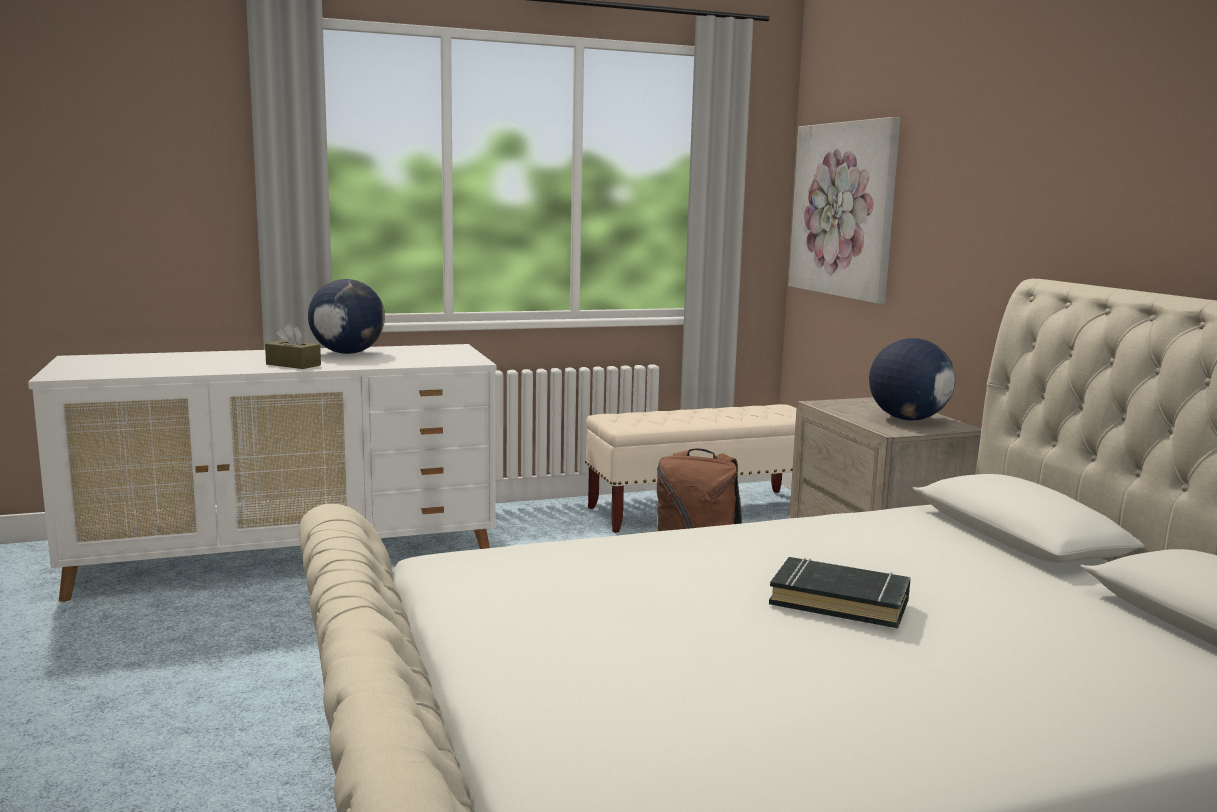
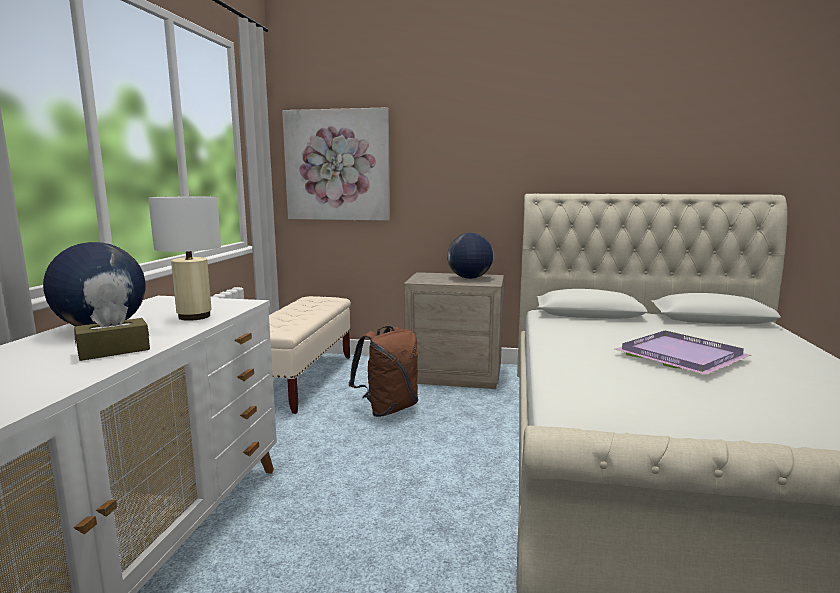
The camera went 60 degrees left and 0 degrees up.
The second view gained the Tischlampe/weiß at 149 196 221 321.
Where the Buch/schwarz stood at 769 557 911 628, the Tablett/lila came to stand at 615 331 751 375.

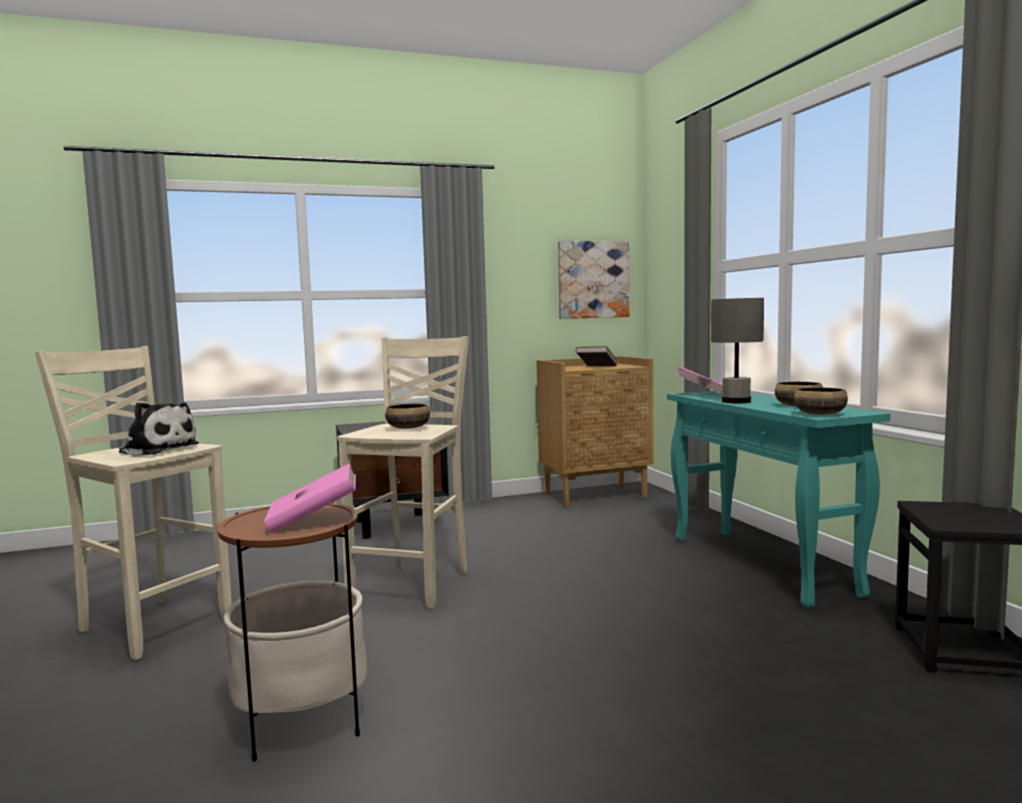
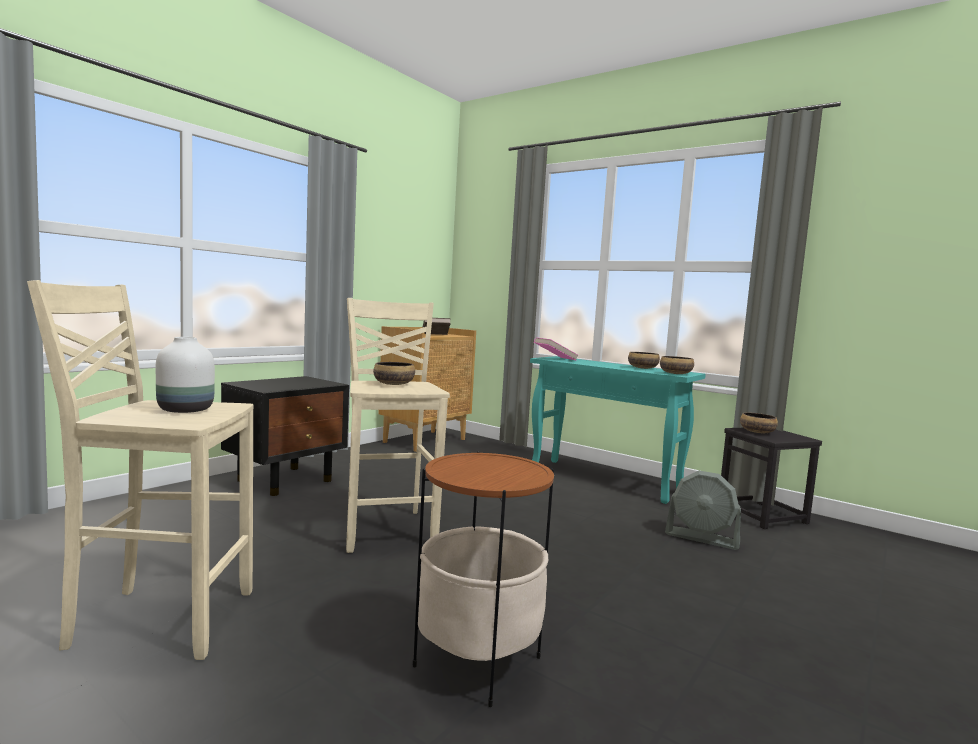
The camera went 35 degrees left and 0 degrees up.
Where the Plüschtier stood at 119 402 199 456, the Vase/weiß came to stand at 156 337 215 413.
The second view gained the Ventilator/grau at 665 471 741 550.
The second view gained the Schüssel at 740 412 778 433.
The second view lost the Buch/rosa at 264 463 356 533.
The second view lost the Bild at 558 241 629 319.
The second view lost the Tischlampe/grau at 711 298 764 403.

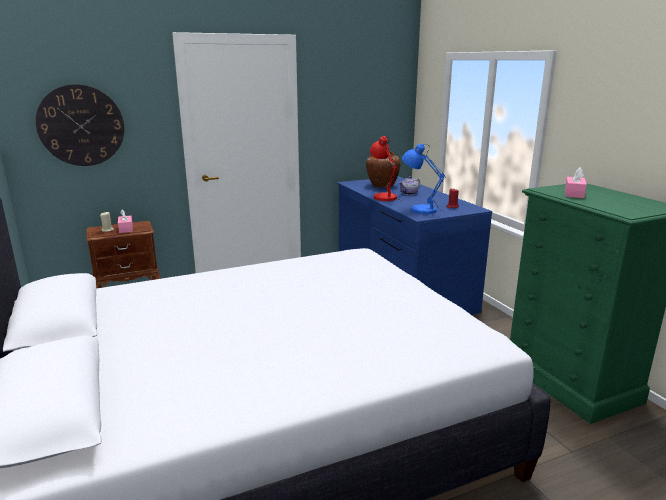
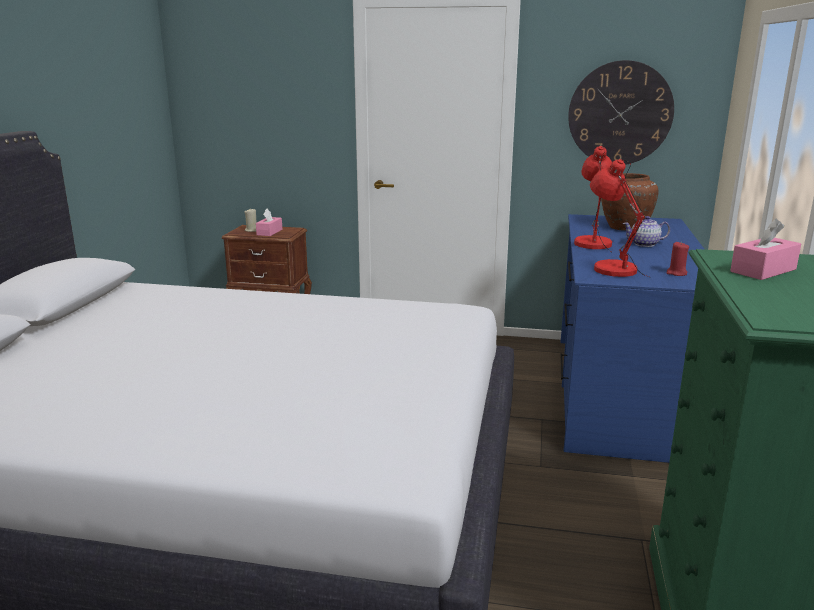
The camera went 35 degrees right and 0 degrees up.
The Wanduhr ended up elsewhere, having gone from 36 84 124 166 to 568 60 674 165.
What was the Tischlampe/blau at 402 144 445 214 turned into the Tischlampe/rot at 590 159 651 278.

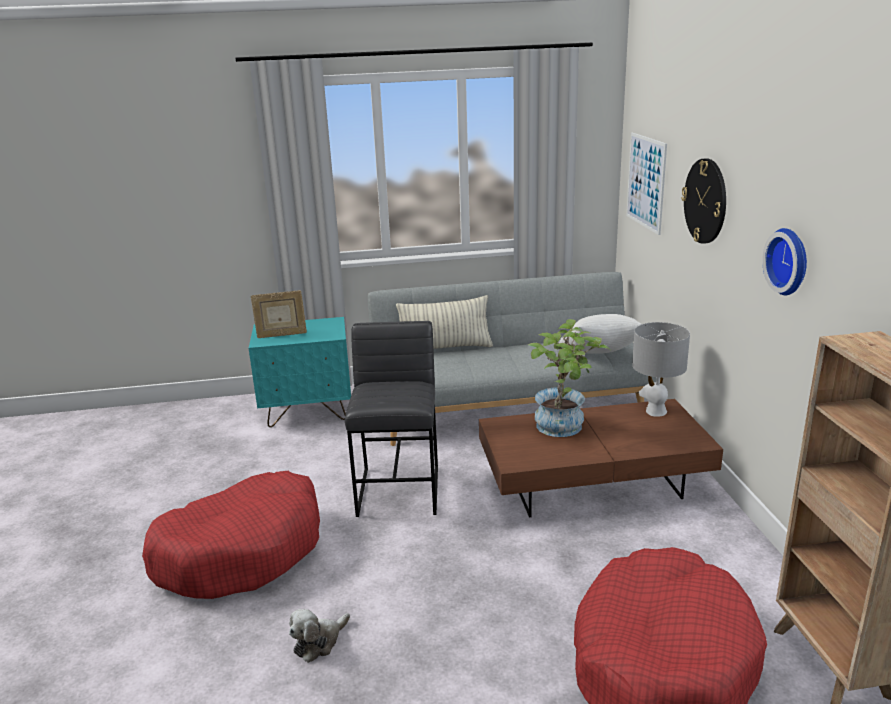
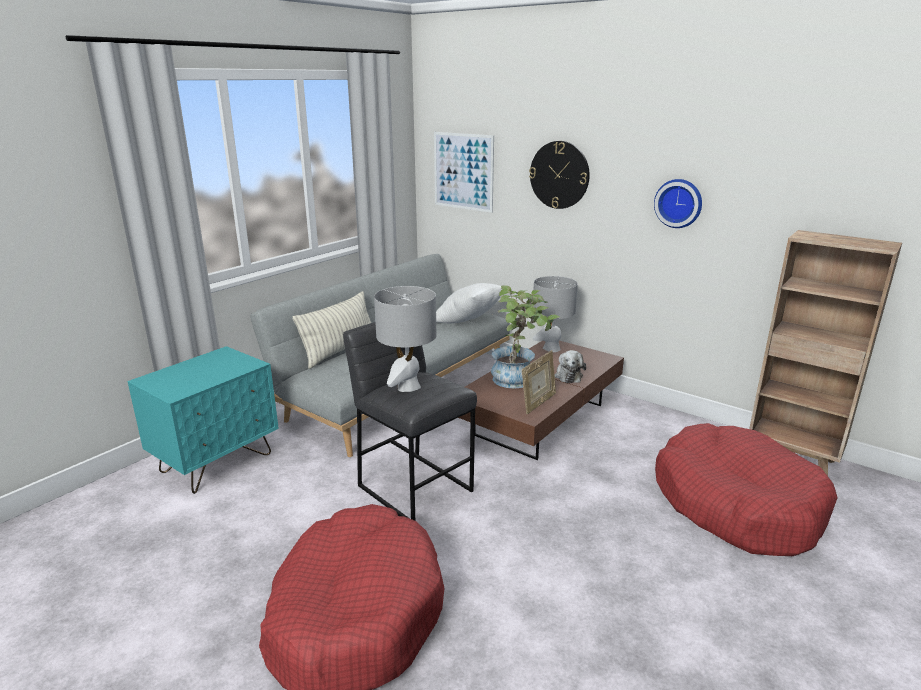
The camera went 45 degrees left and 0 degrees up.
The second view gained the Tischlampe/grau at 374 286 436 392.
The Bilderrahmen ended up elsewhere, having gone from 251 290 307 338 to 522 350 556 414.
The Plüschtier ended up elsewhere, having gone from 289 609 350 663 to 555 350 586 383.

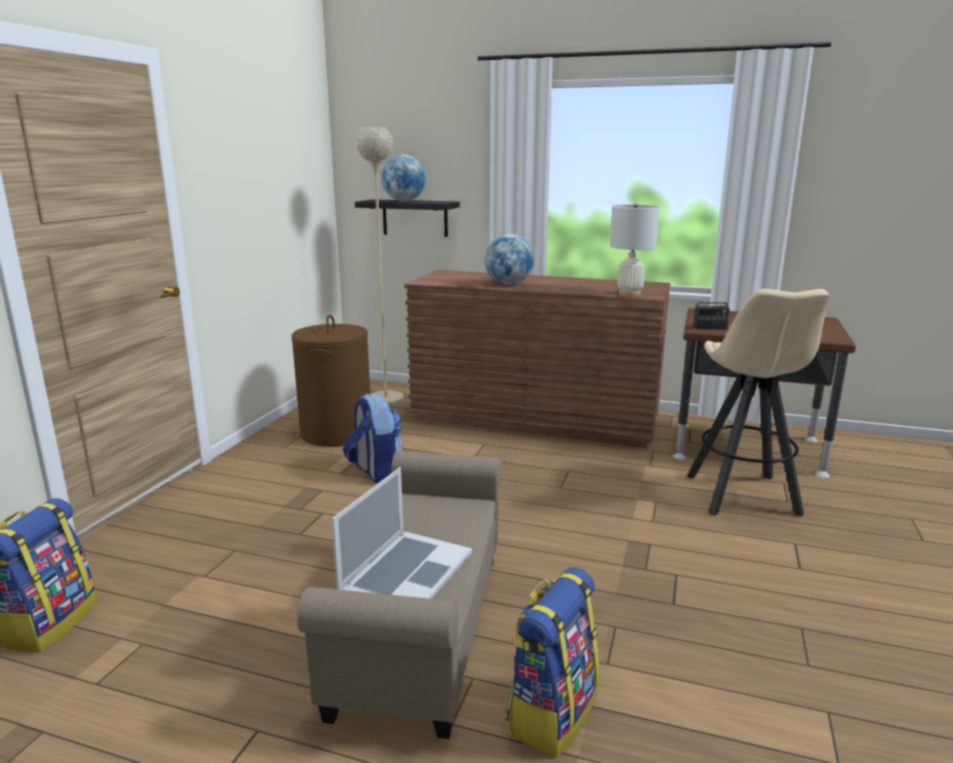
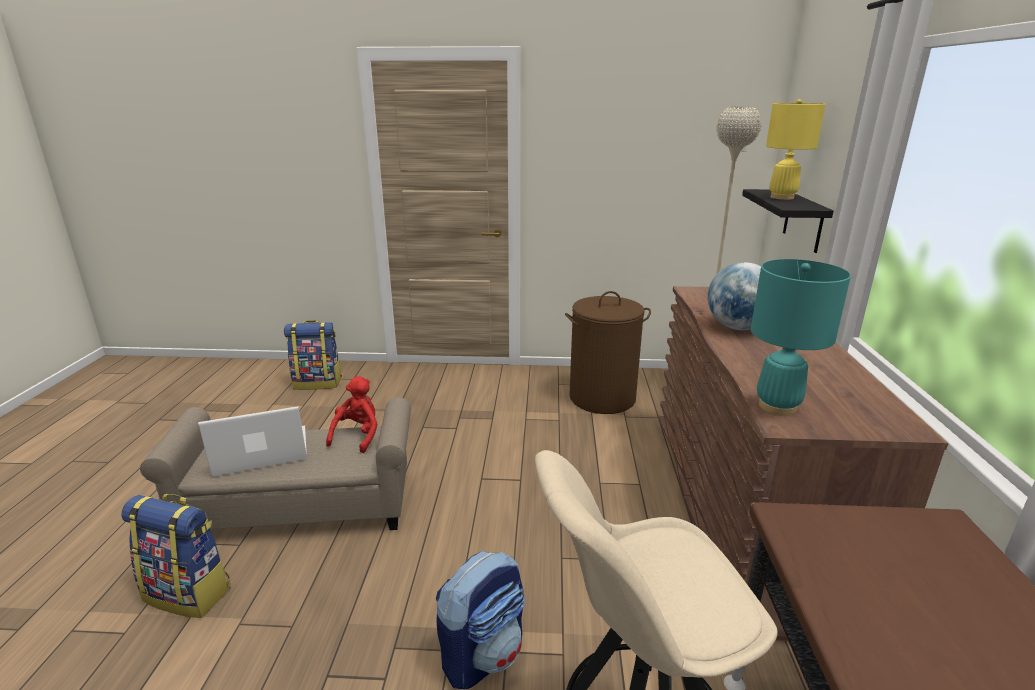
The camera went 75 degrees right and 5 degrees up.
The Laptop at 332 467 472 599 ended up facing another way, 150 degrees clockwise from before.
The second view gained the Plüschtier/rot at 326 376 378 453.
The Rucksack ended up elsewhere, having gone from 343 394 403 483 to 436 551 525 690.
What was the Tischlampe/weiß at 610 202 660 296 turned into the Tischlampe/türkis at 751 259 851 416.
Where the Globus stood at 381 155 426 201, the Tischlampe/gelb came to stand at 766 99 826 200.
The second view lost the Radio at 694 288 730 330.

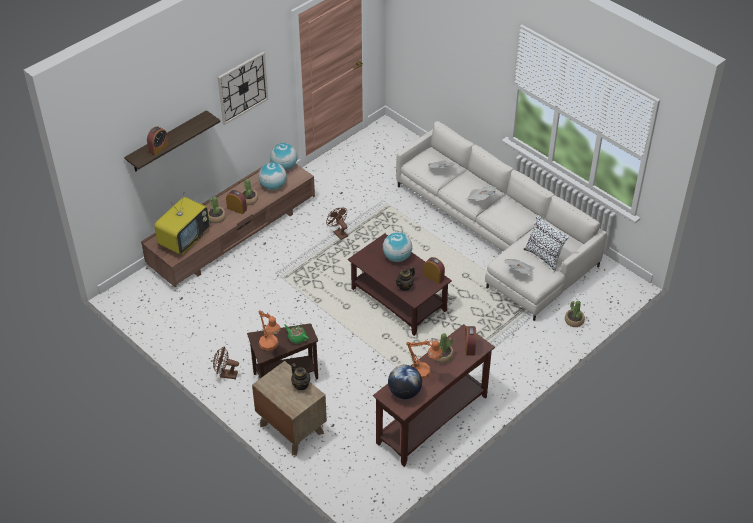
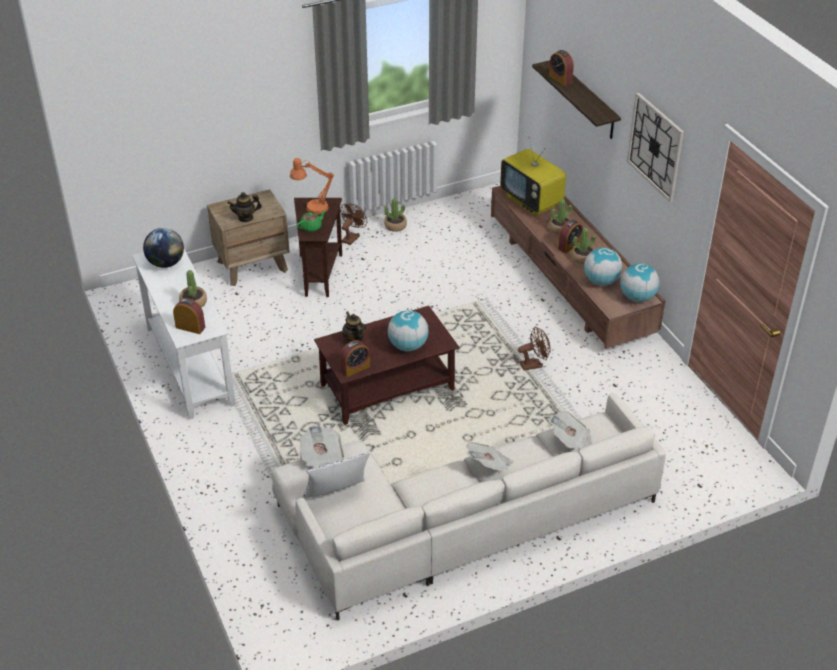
The camera went 110 degrees right and 5 degrees down.
What was the Konsolentisch/braun at 373 324 495 467 turned into the Konsolentisch/weiß at 132 249 236 420.
The Topfpflanze ended up elsewhere, having gone from 565 301 585 327 to 384 198 407 232.
The second view lost the Tischlampe/orange at 407 339 443 379.

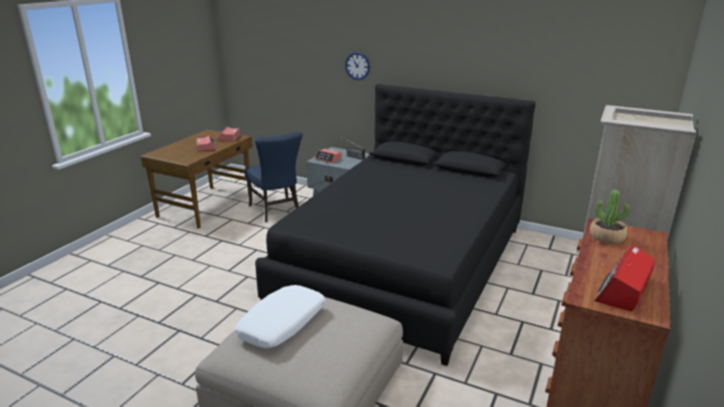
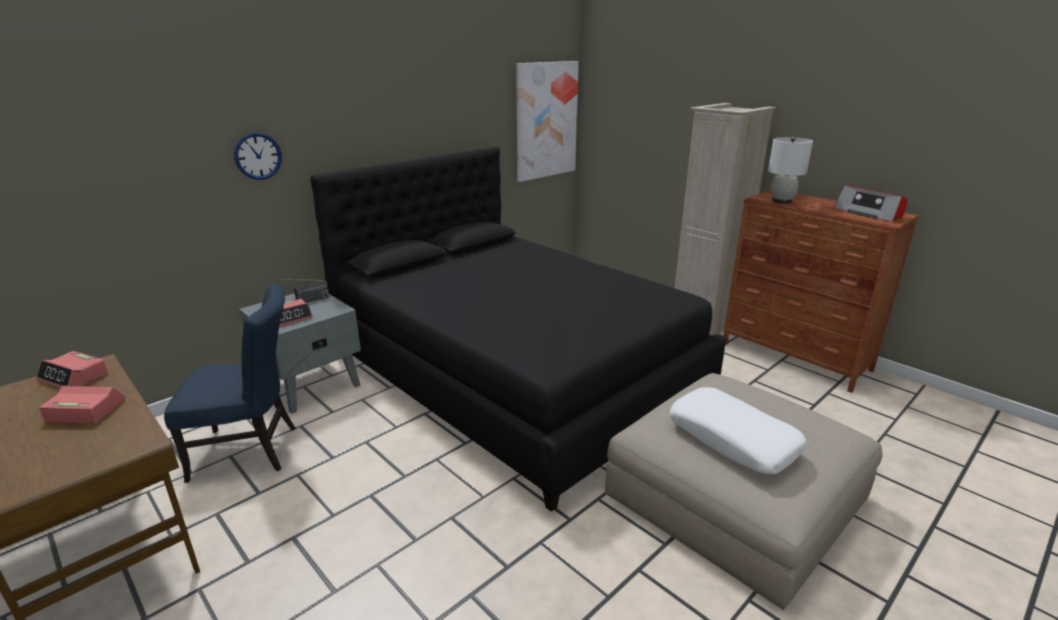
The camera went 70 degrees left and 0 degrees up.
The second view gained the Bild at 516 61 579 182.
Where the Topfpflanze stood at 590 190 630 244, the Tischlampe/weiß came to stand at 768 137 813 204.

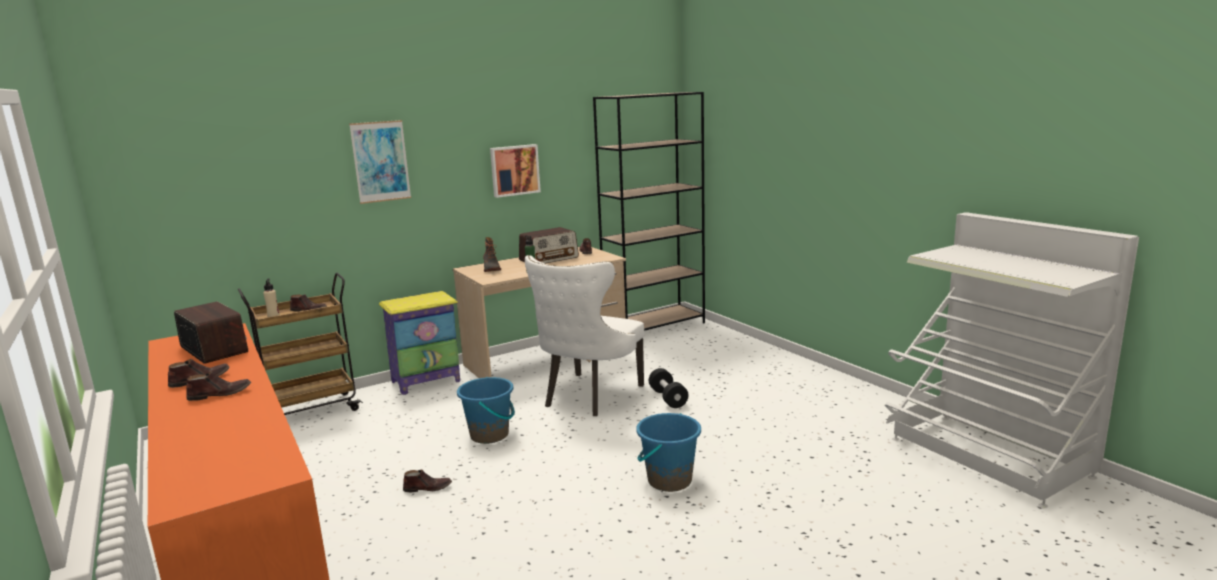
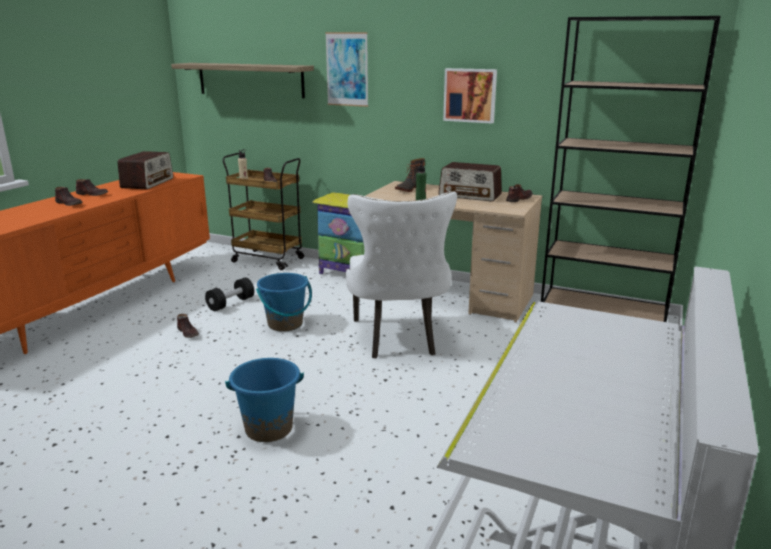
The camera went 55 degrees right and 5 degrees up.
The second view gained the Wandregal at 171 63 314 98.
The Hantel/schwarz ended up elsewhere, having gone from 649 368 688 408 to 205 278 254 311.
The Stuhl/weiß at 525 255 645 416 ended up facing another way, 90 degrees counterclockwise from before.

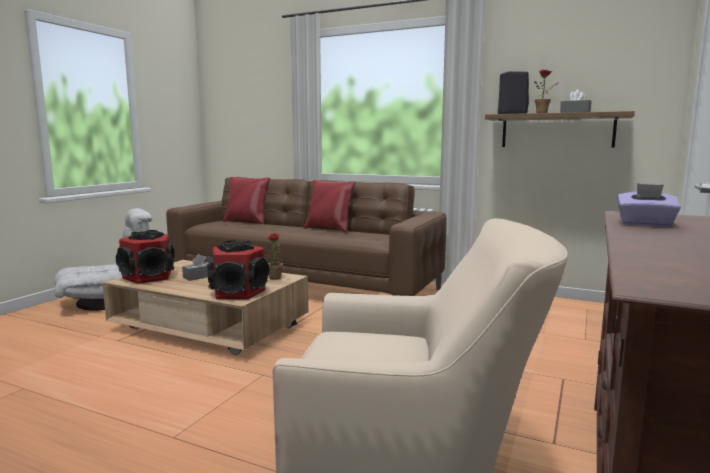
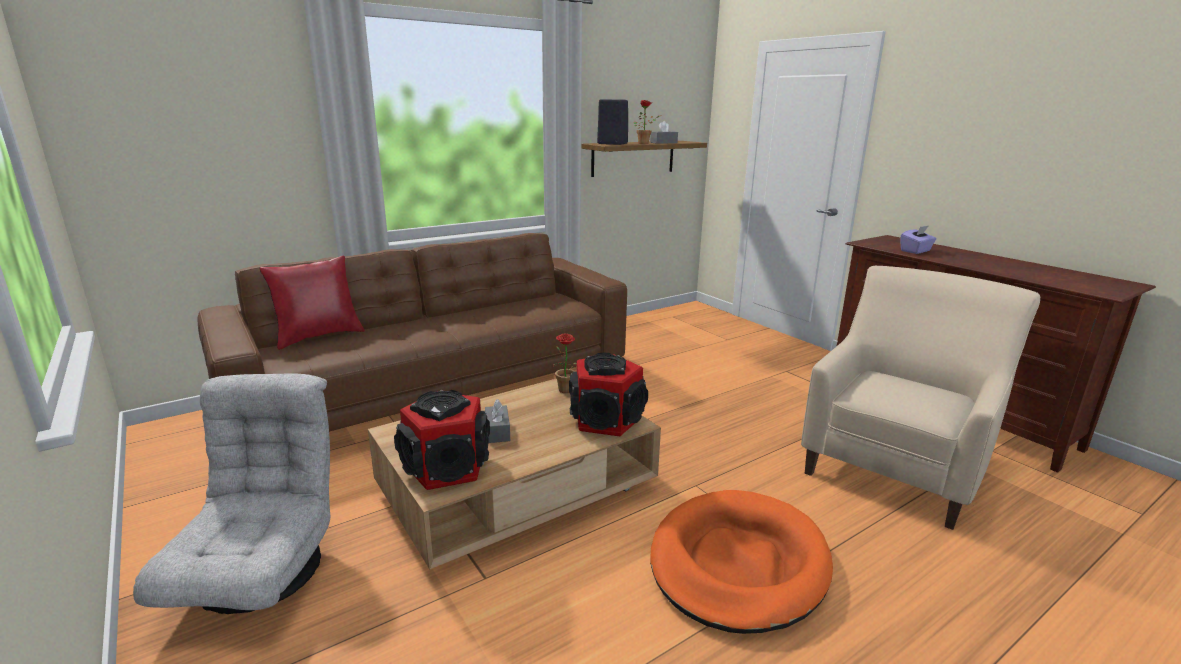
The camera went 60 degrees left and 10 degrees up.
The second view gained the Hundebett/orange at 650 490 833 634.
The second view lost the Kissen/rot at 304 180 355 233.

